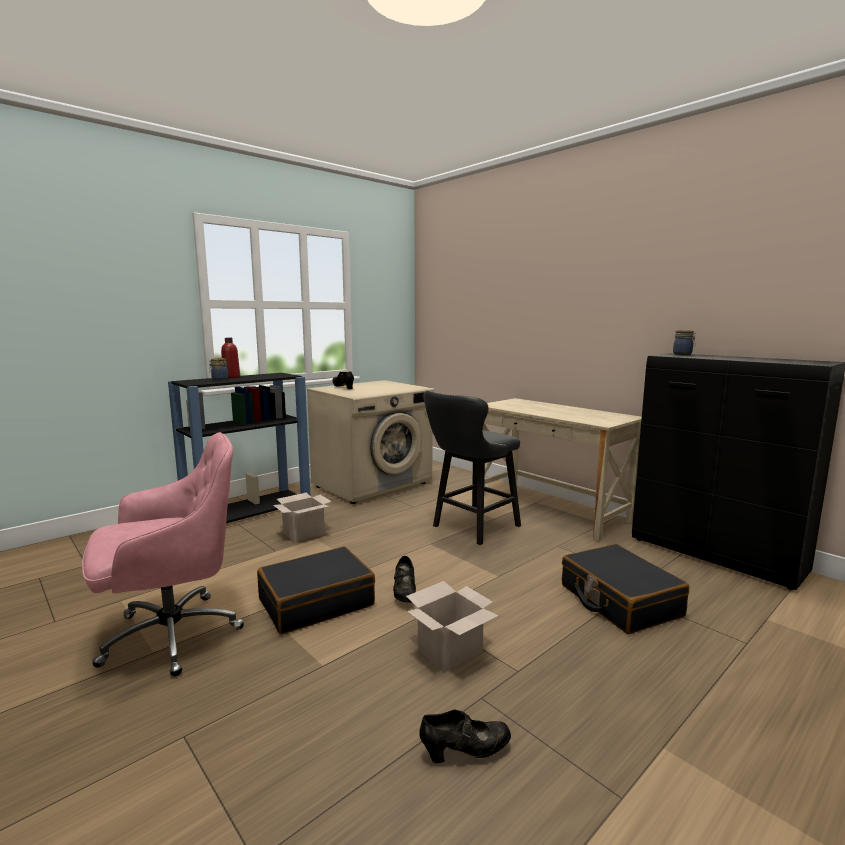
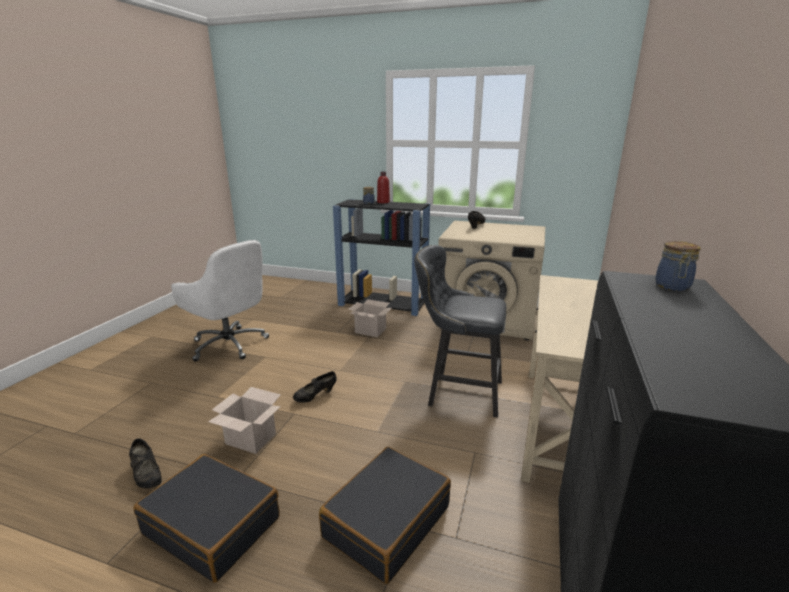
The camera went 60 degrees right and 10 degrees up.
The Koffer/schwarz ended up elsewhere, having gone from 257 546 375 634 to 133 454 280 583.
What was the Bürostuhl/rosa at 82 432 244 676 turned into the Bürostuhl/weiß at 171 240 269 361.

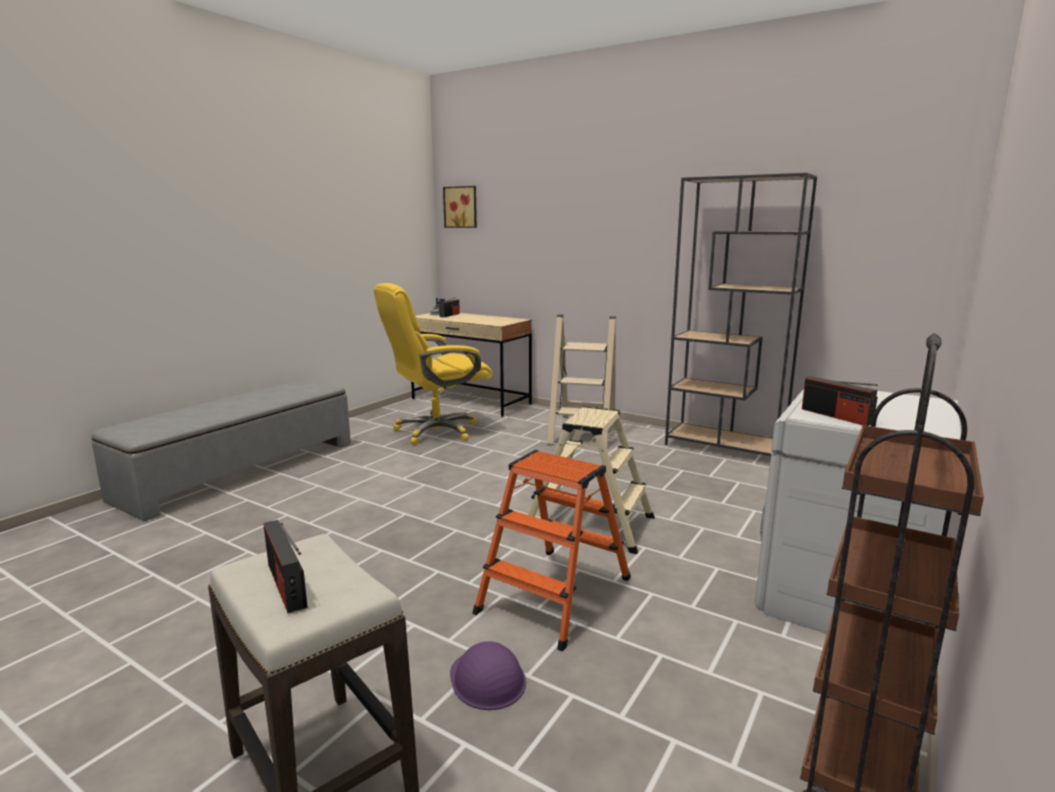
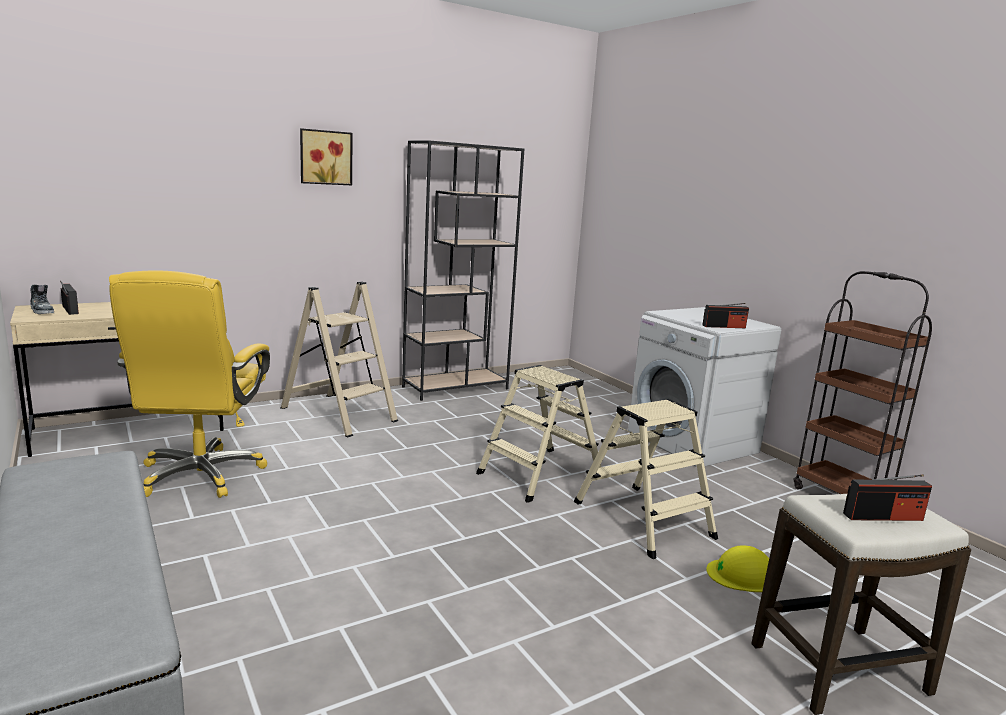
The camera went 65 degrees left and 0 degrees up.
The Bild ended up elsewhere, having gone from 443 186 477 228 to 300 128 352 185.
What was the Trittleiter/orange at 472 450 631 651 turned into the Trittleiter/beige at 574 399 718 559.
What was the Schutzhelm/lila at 450 641 526 710 turned into the Schutzhelm/gelb at 706 545 769 592.

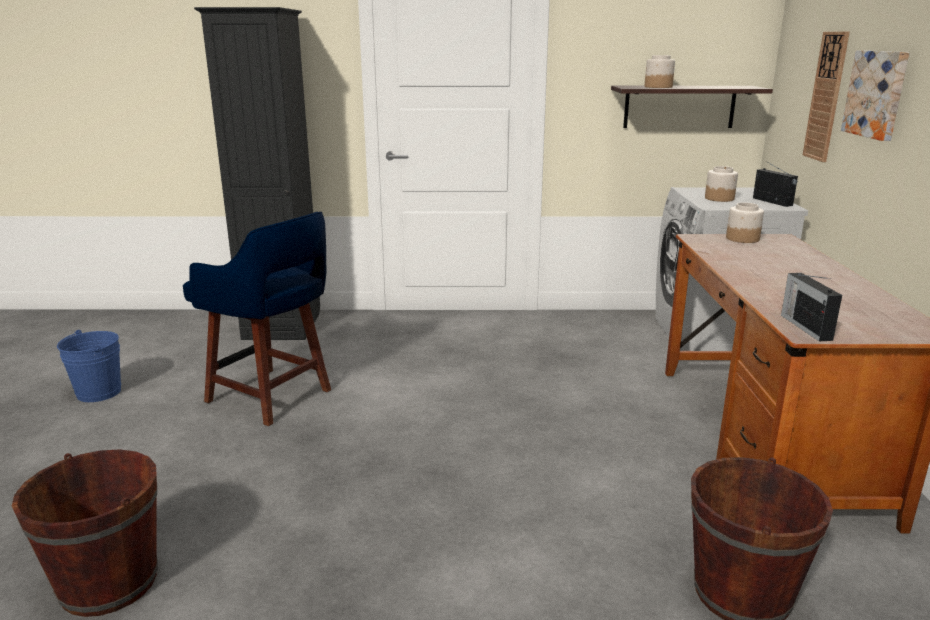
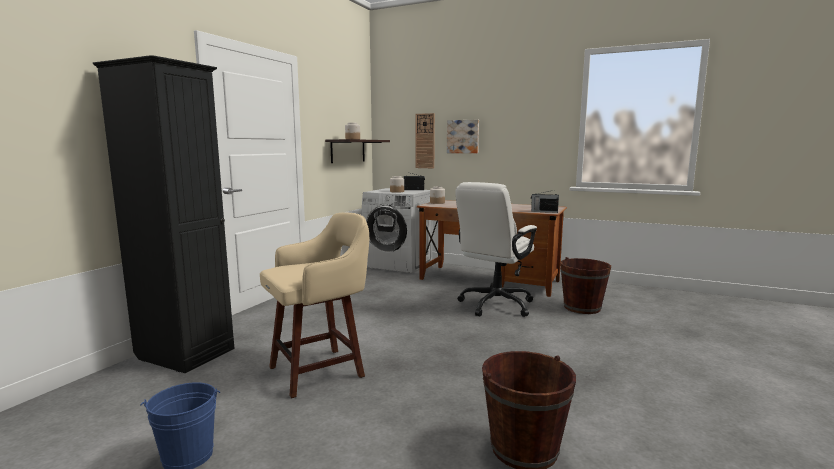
The camera went 65 degrees left and 10 degrees down.
What was the Hocker/blau at 183 212 331 426 turned into the Hocker/beige at 260 212 369 398.
The second view gained the Bürostuhl/weiß at 455 182 537 317.

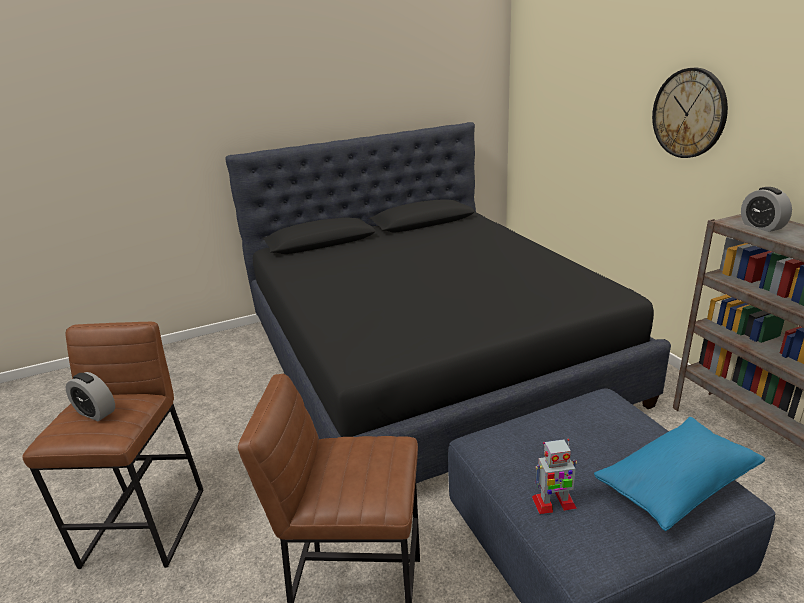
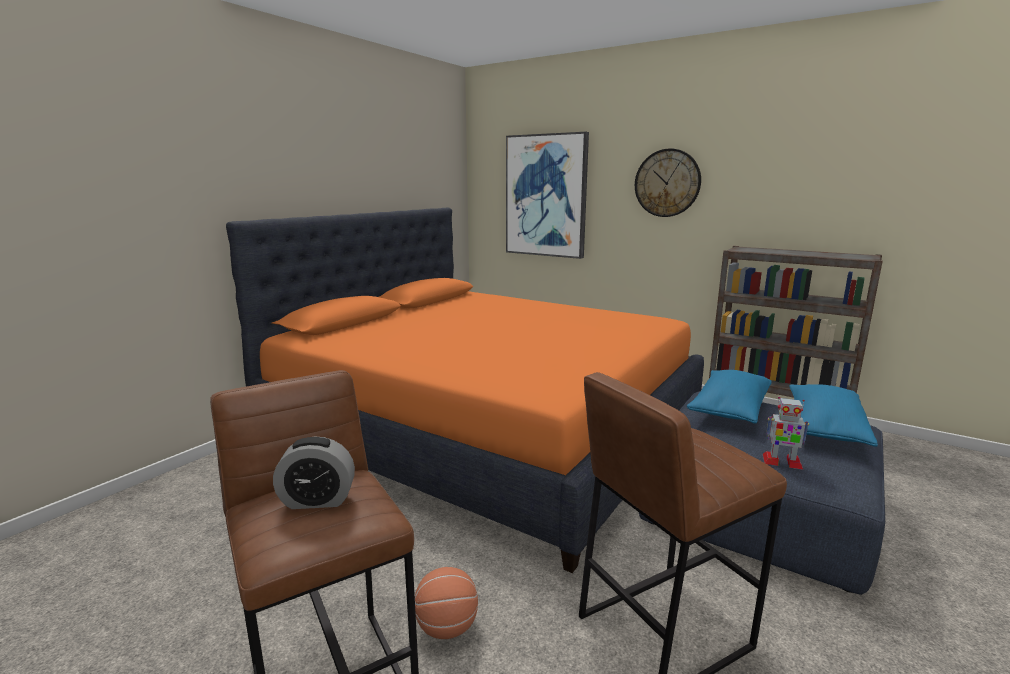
The camera went 35 degrees left and 10 degrees down.
What was the Bett/schwarz at 225 122 671 483 turned into the Bett/orange at 226 208 704 573.
The second view gained the Basketball at 415 567 478 639.
The second view gained the Bild at 506 132 589 259.
The second view gained the Kissen/blau at 687 370 772 424.
The Spielzeugroboter at 532 439 577 514 ended up facing another way, 60 degrees clockwise from before.
The second view lost the Wecker at 741 187 792 232.

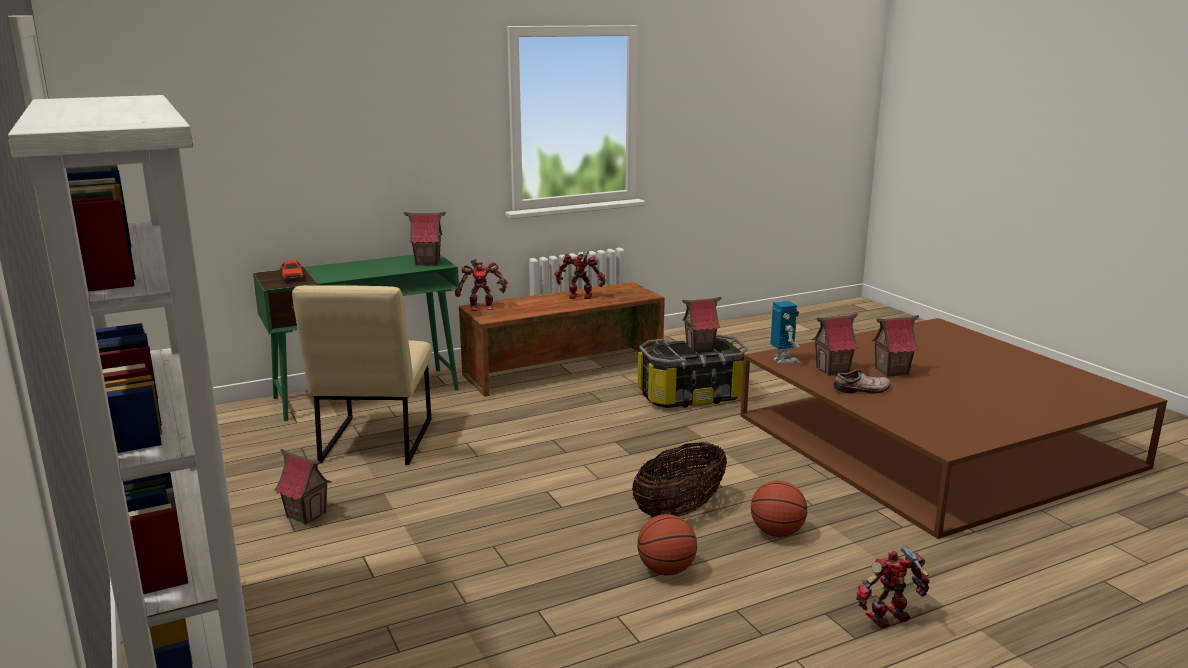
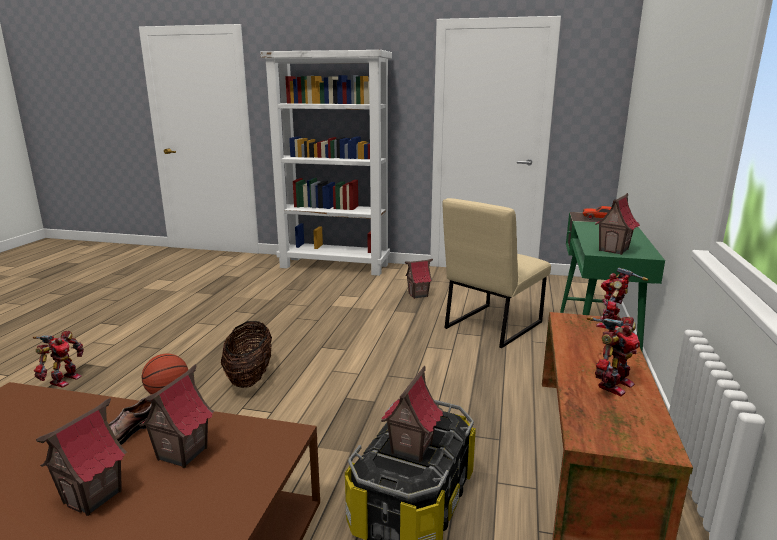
The camera went 130 degrees right and 0 degrees up.
The Stuhl/beige at 292 285 432 465 ended up facing another way, 90 degrees counterclockwise from before.
The second view lost the Basketball at 637 514 697 575.
The second view lost the Spielzeugroboter at 770 301 800 364.

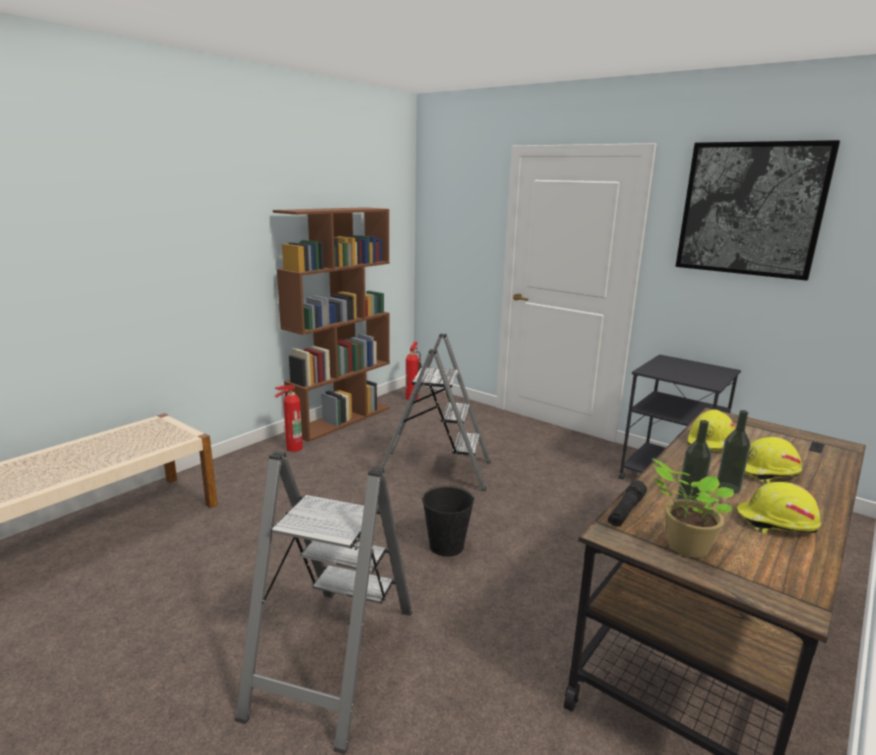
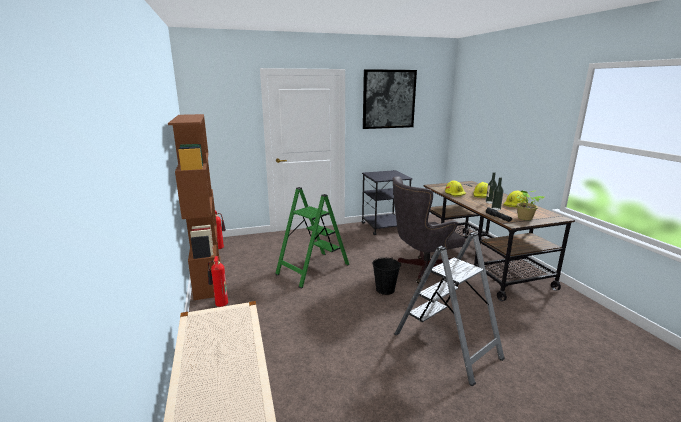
The camera went 55 degrees left and 0 degrees up.
What was the Trittleiter/grau at 380 333 491 491 turned into the Trittleiter/grün at 275 187 350 288.
The second view gained the Bürostuhl/grau at 392 176 466 284.

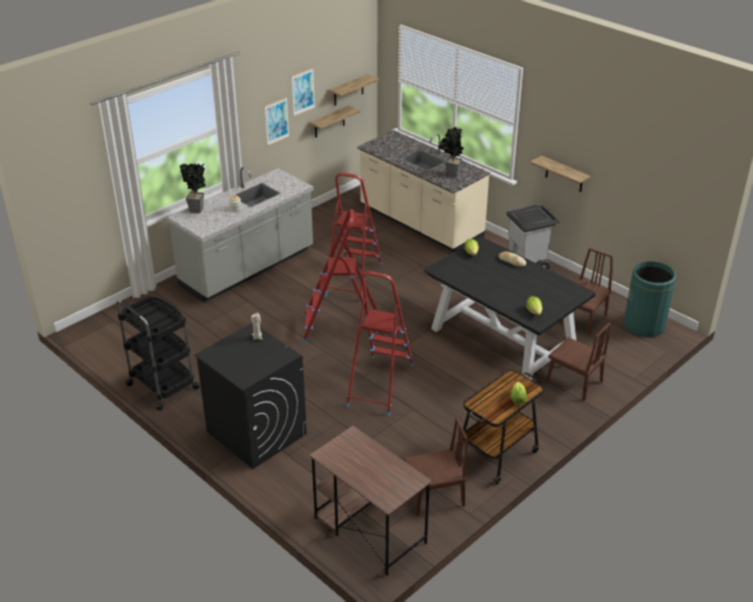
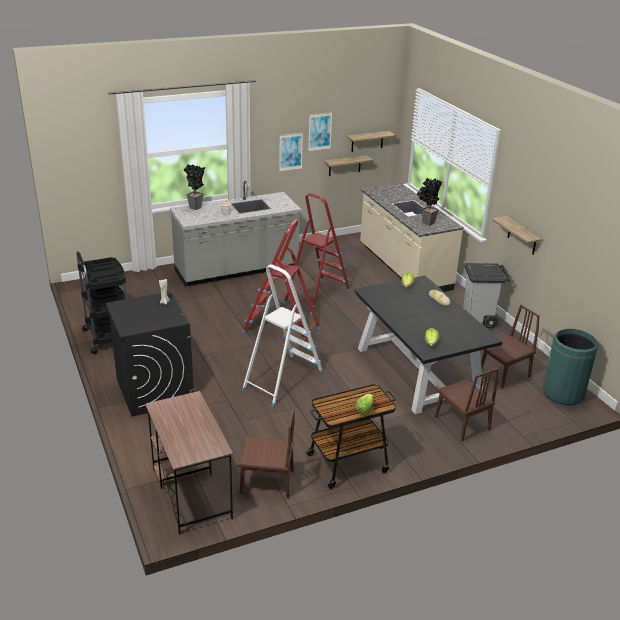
The camera went 20 degrees right and 5 degrees down.
What was the Trittleiter/rot at 346 271 413 416 turned into the Trittleiter/weiß at 242 264 323 407.

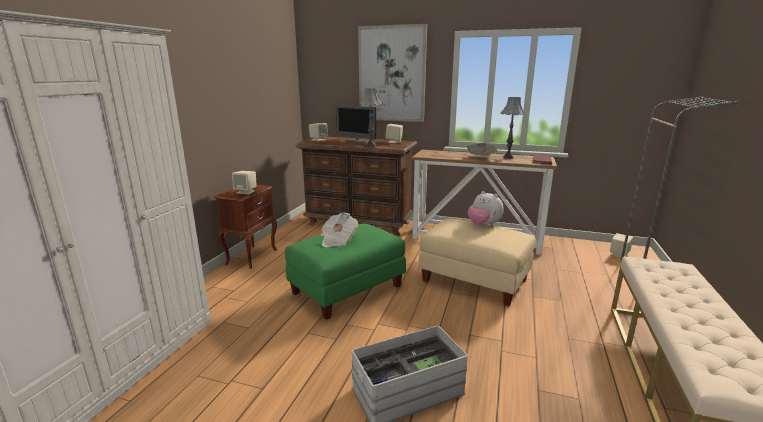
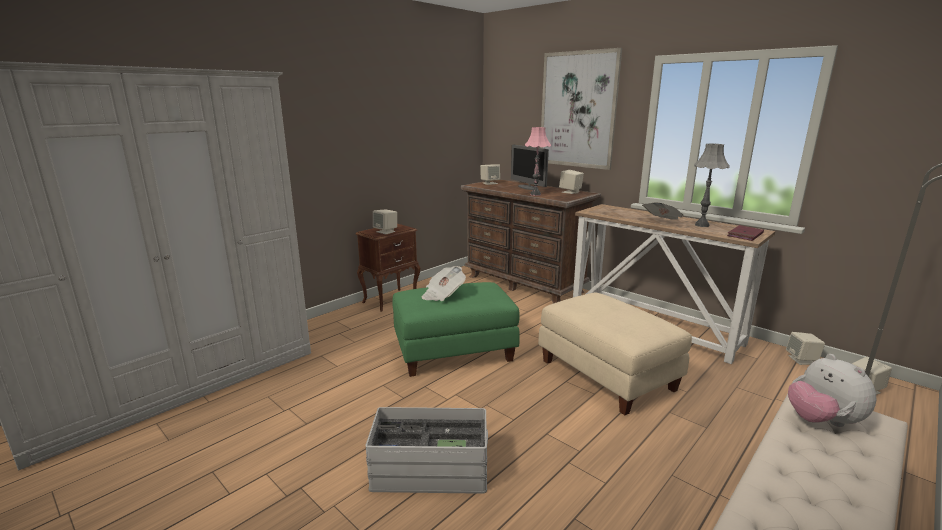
The camera went 25 degrees right and 0 degrees up.
What was the Tischlampe/grau at 359 88 382 147 turned into the Tischlampe/rosa at 525 127 551 196.
The second view gained the Lautsprecher/beige at 786 332 825 365.
The Plüschtier ended up elsewhere, having gone from 468 191 504 226 to 788 354 877 427.

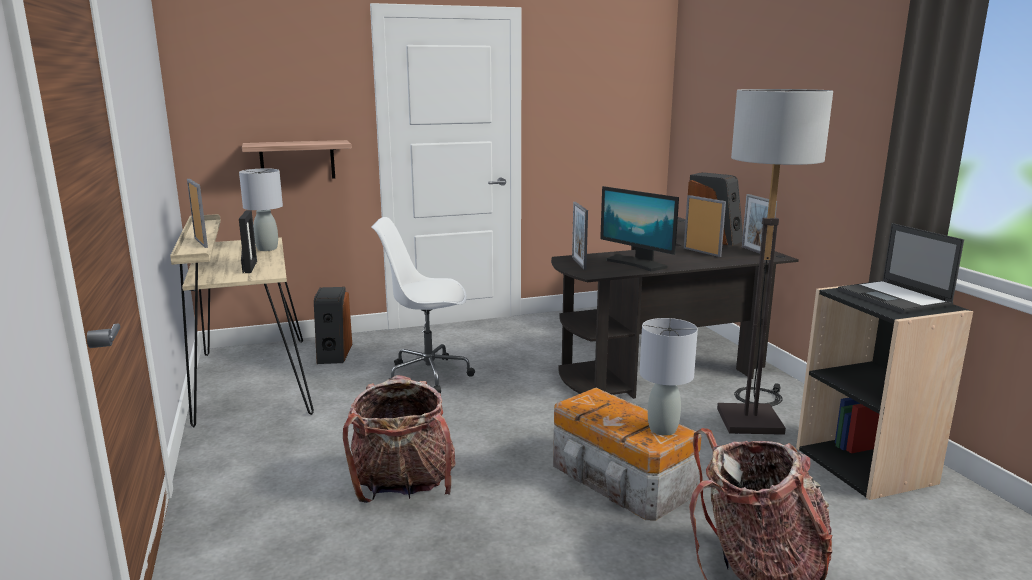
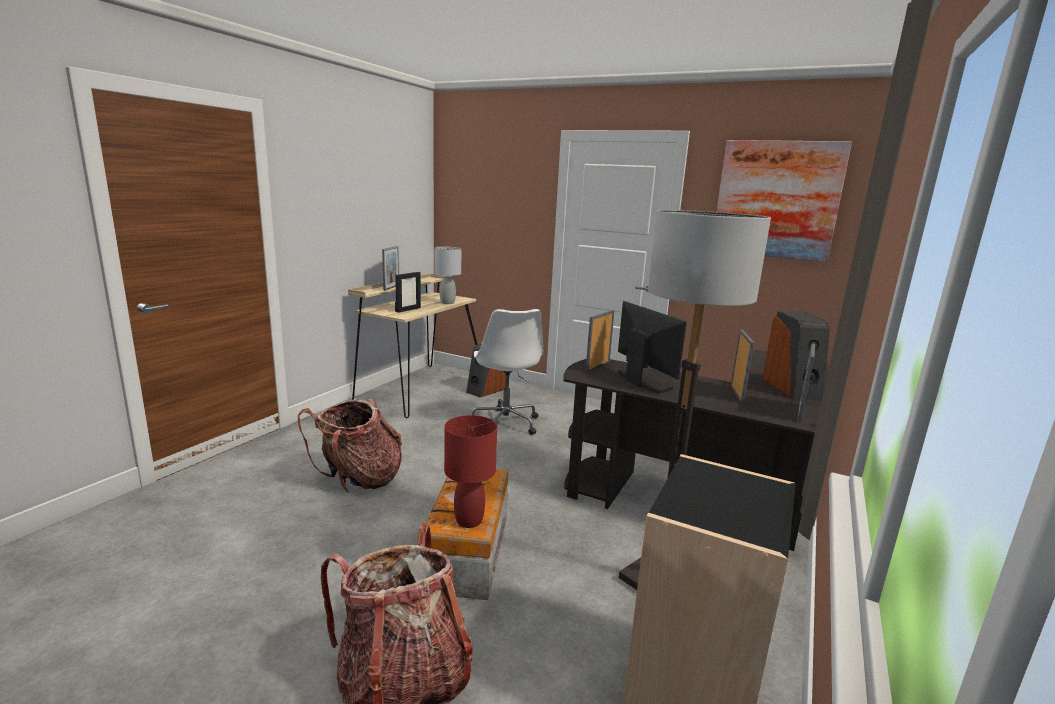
The camera went 45 degrees right and 0 degrees up.
What was the Tischlampe/grau at 640 318 698 436 turned into the Tischlampe/rot at 444 415 497 528.
The Bürostuhl/weiß at 371 217 475 393 ended up facing another way, 150 degrees counterclockwise from before.
The Monitor at 600 186 679 271 ended up facing another way, 150 degrees clockwise from before.
The second view gained the Bild at 716 140 852 262.
The second view lost the Wandregal at 242 140 352 179.
The second view lost the Laptop at 838 223 964 314.

